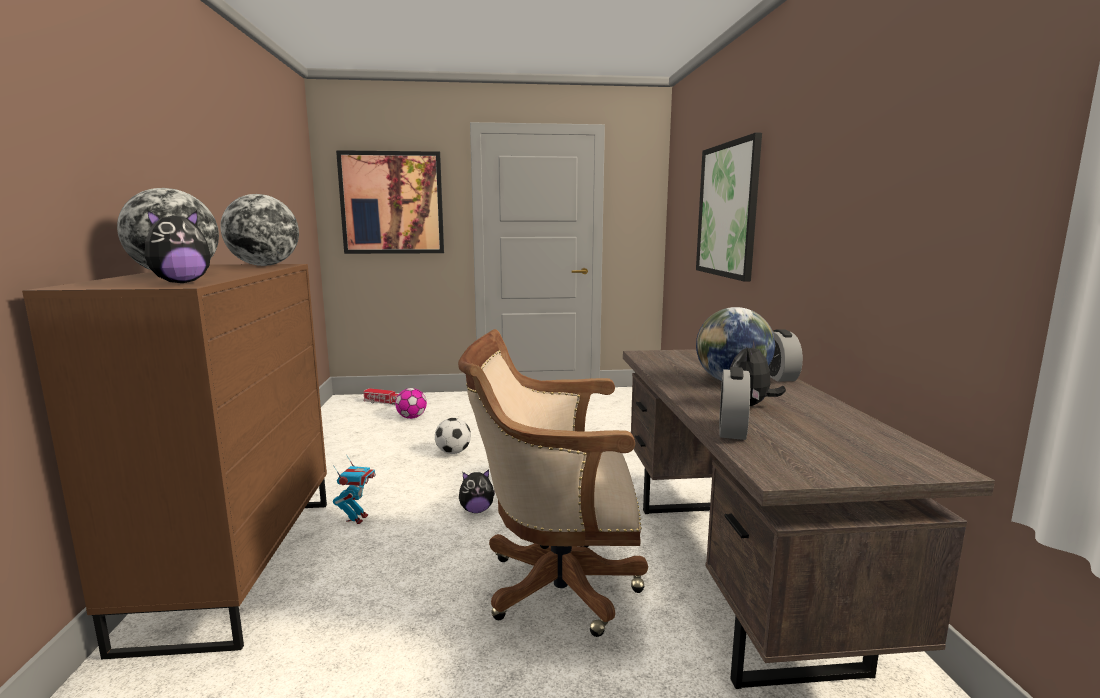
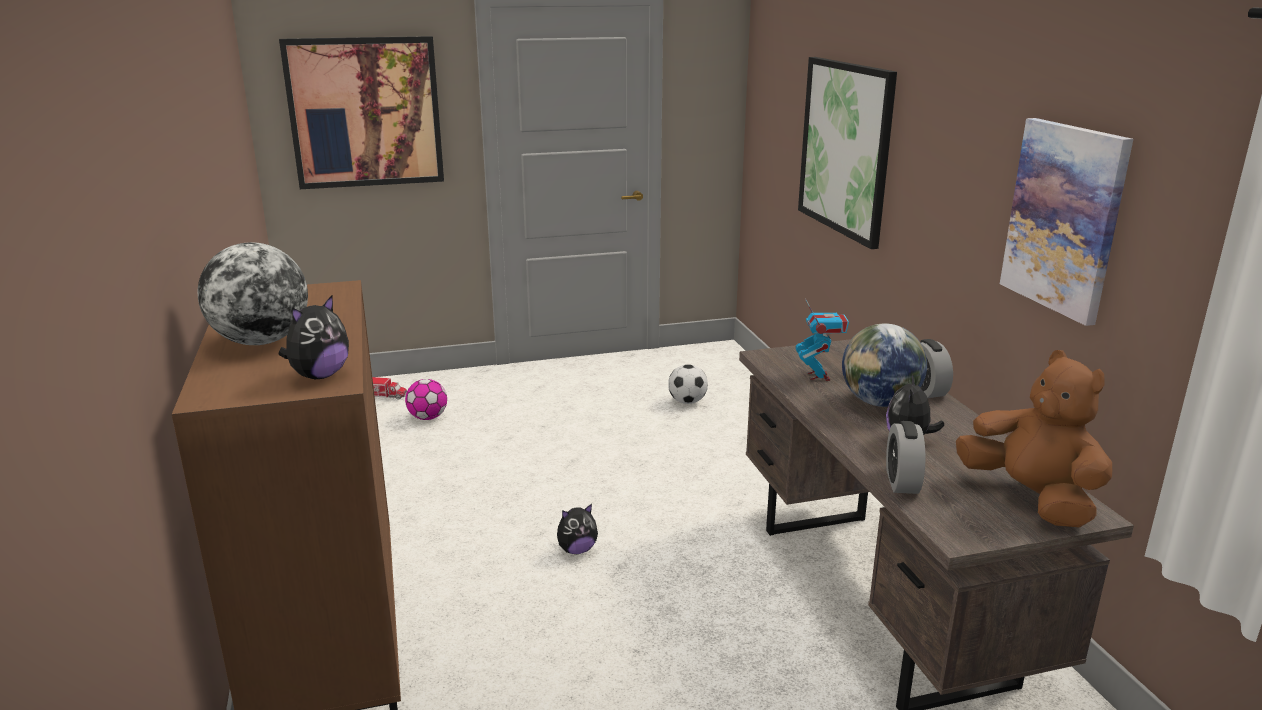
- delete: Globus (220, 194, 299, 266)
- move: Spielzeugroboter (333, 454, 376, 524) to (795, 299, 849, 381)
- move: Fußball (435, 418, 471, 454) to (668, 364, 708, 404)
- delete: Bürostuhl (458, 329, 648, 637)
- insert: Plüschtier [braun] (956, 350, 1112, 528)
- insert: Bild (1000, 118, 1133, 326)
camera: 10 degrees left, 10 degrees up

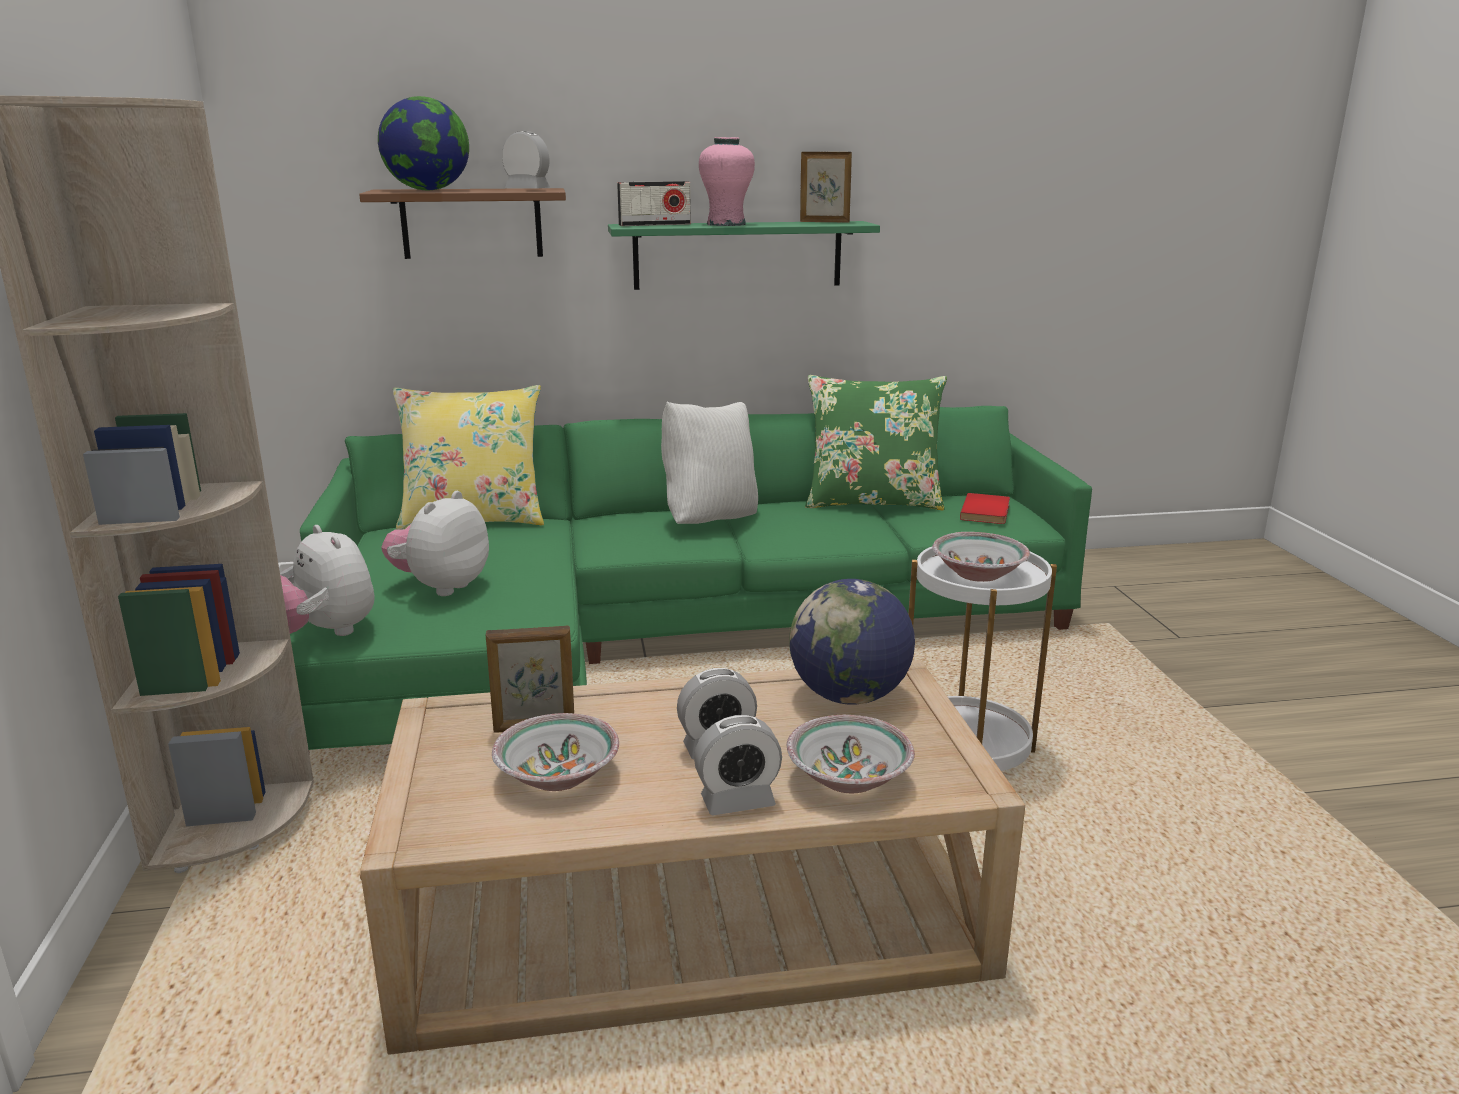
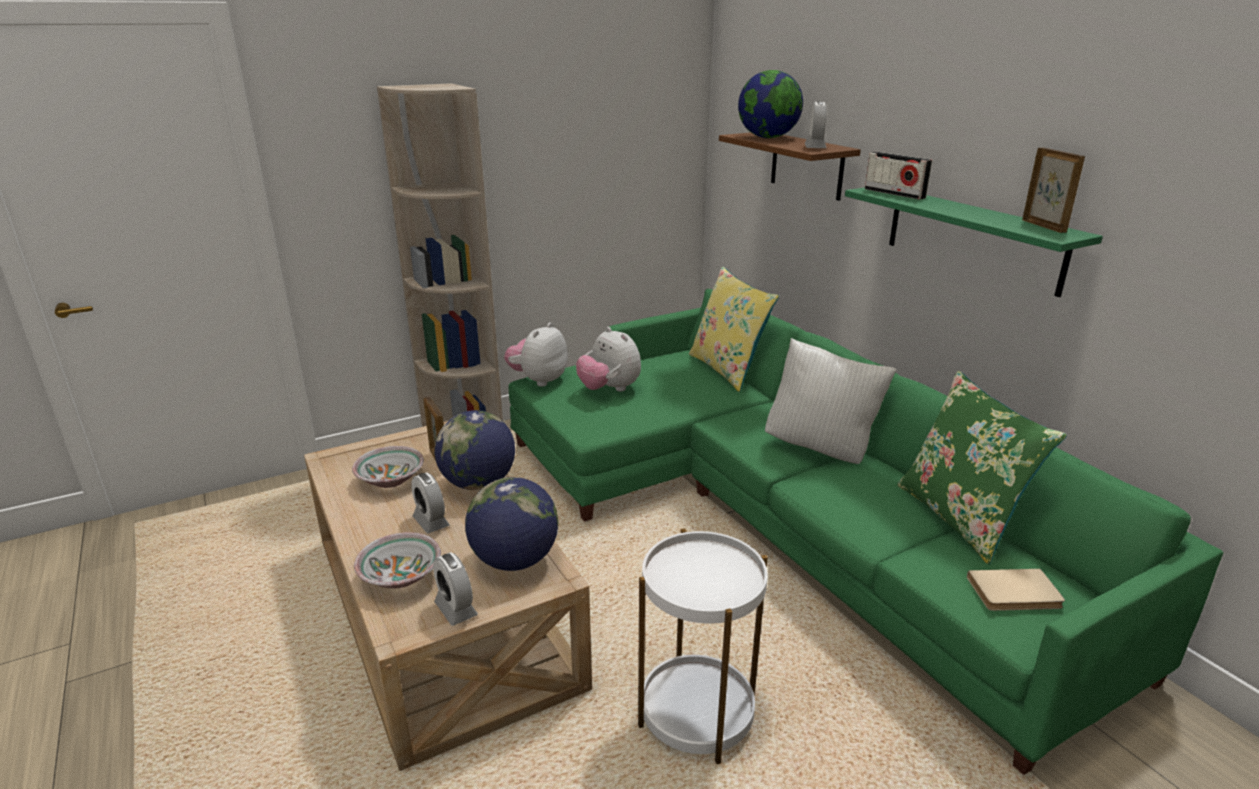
- rotate: Plüschtier (381, 491, 489, 596) = (576, 327, 641, 391) 135 degrees counterclockwise
- move: Wecker (694, 715, 782, 815) to (433, 552, 478, 626)
- delete: Vase [rosa] (699, 137, 755, 226)
- delete: Schüssel (932, 532, 1030, 582)
- recolor: Buch [rot] (960, 493, 1010, 524) to Buch [beige] (967, 569, 1065, 611)
- insert: Globus (434, 410, 515, 490)
camera: 70 degrees right, 5 degrees up

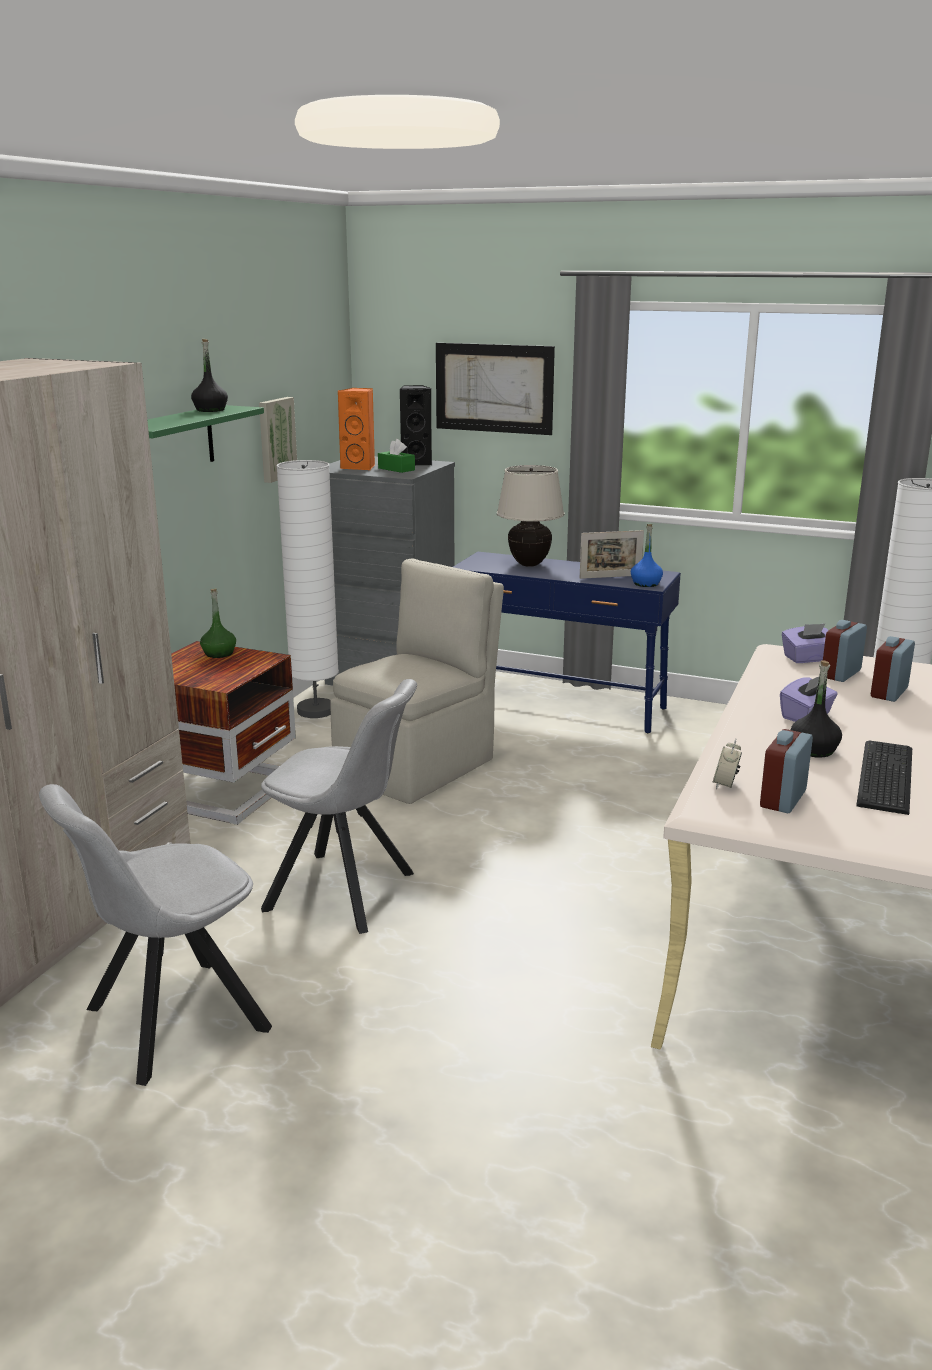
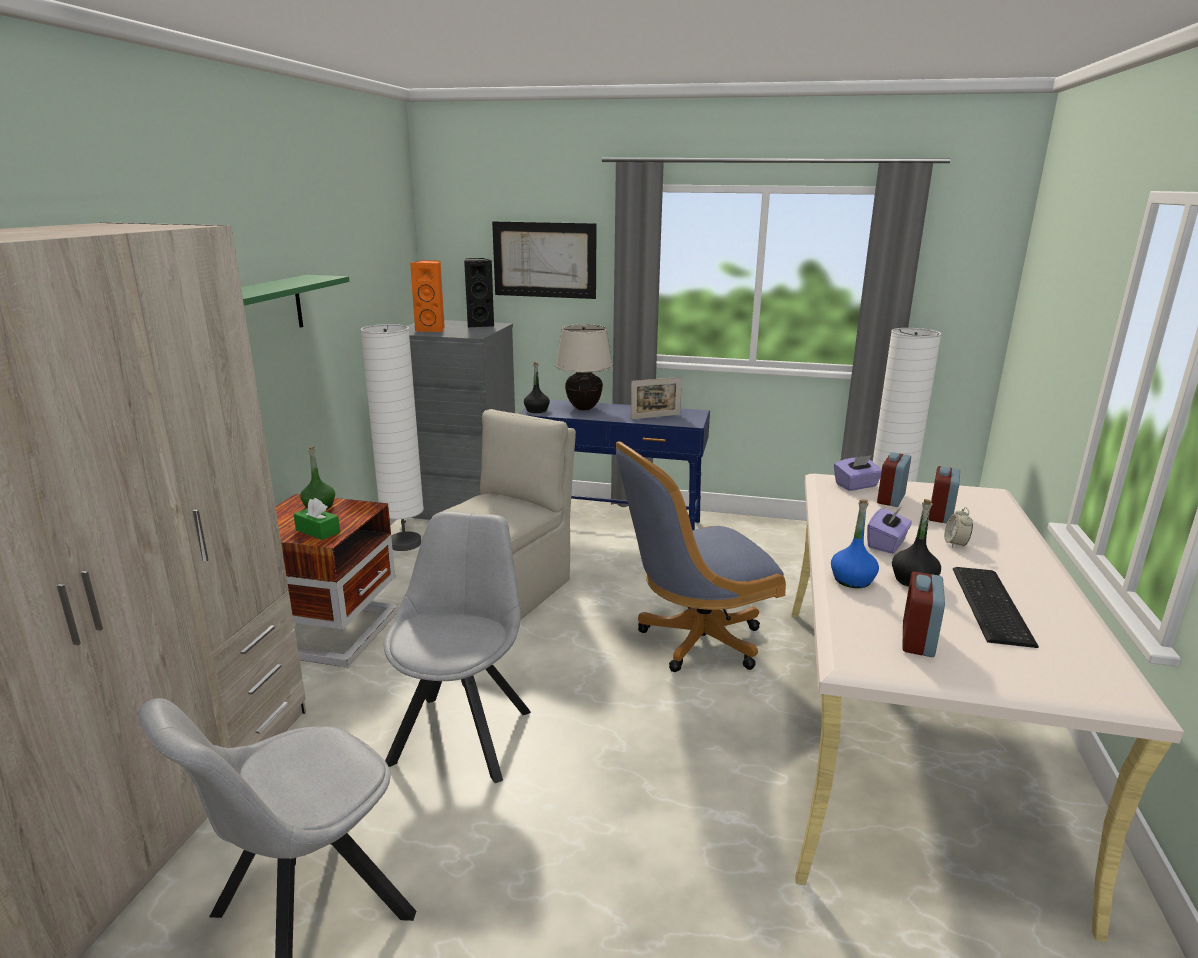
- move: Flasche [schwarz] (191, 339, 228, 412) to (524, 362, 550, 413)
- delete: Bild (259, 397, 297, 483)
- rotate: Stuhl [grau] (261, 679, 417, 934) = (384, 511, 531, 783) 90 degrees counterclockwise
- move: Taschentuchbox [grün] (378, 439, 415, 473) to (294, 498, 340, 540)
- move: Flasche [blau] (631, 524, 663, 587) to (831, 499, 879, 588)
- move: Wecker (712, 738, 742, 789) to (945, 507, 973, 548)
- insert: Bürostuhl [blau] (616, 441, 786, 672)
camera: 10 degrees left, 0 degrees up

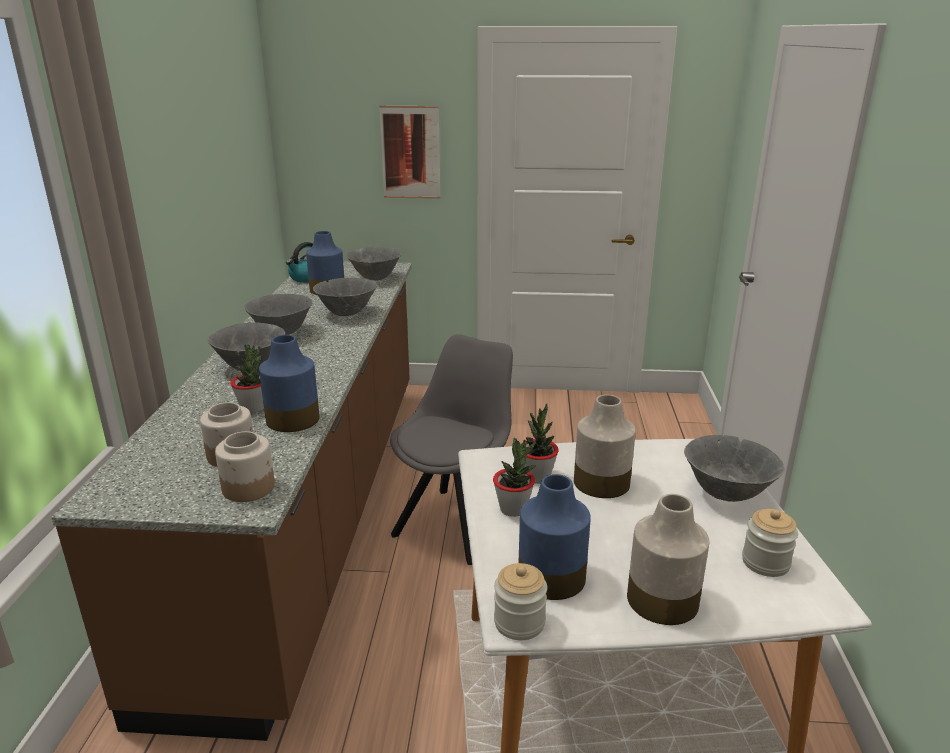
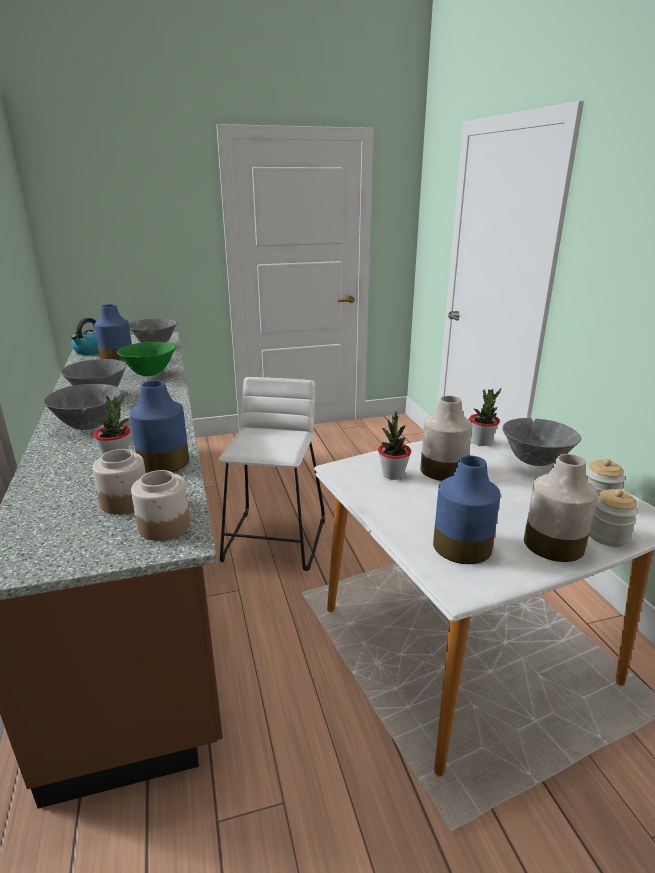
- recolor: Schüssel [grau] (313, 277, 377, 316) to Schüssel [grün] (117, 342, 176, 376)
- delete: Bild (379, 106, 441, 199)
- replace: Stuhl [grau] (390, 334, 513, 565) to Hocker [weiß] (219, 377, 325, 571)
- move: Topfpflanze (493, 438, 536, 517) to (469, 388, 501, 446)
- move: Vorratsglas (494, 563, 547, 640) to (589, 489, 639, 547)
camera: 20 degrees left, 0 degrees up

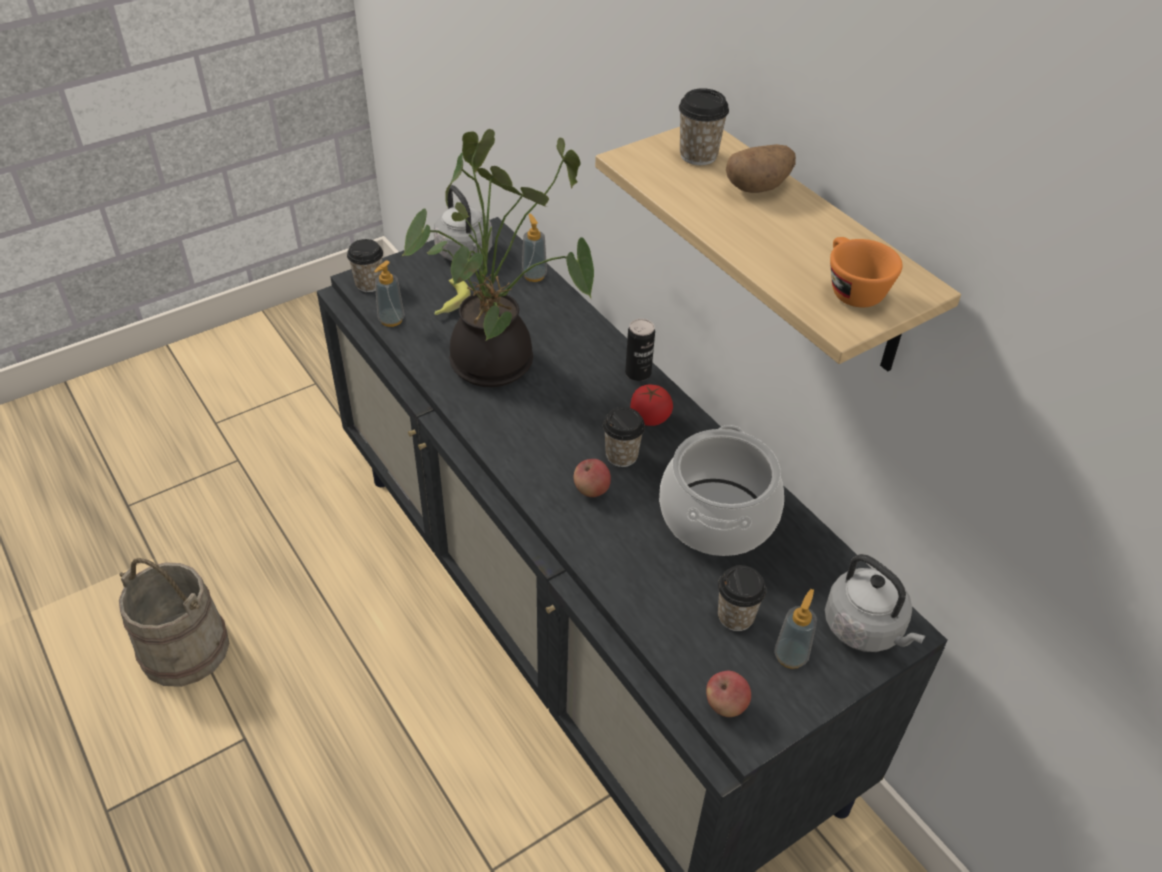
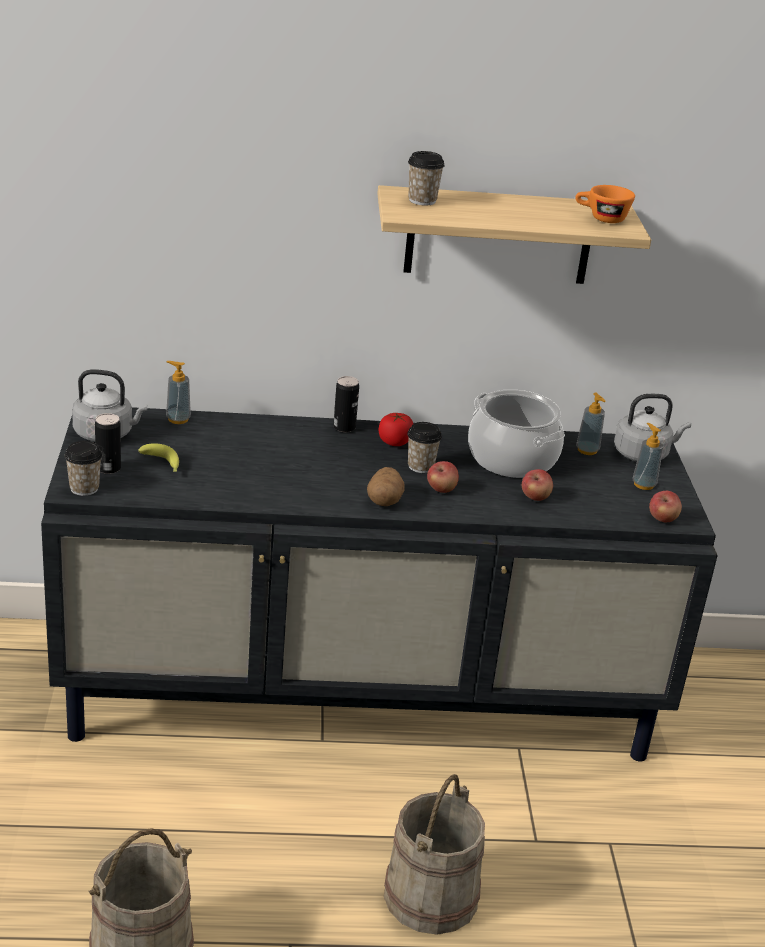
- move: Seifenspender (374, 260, 404, 327) to (576, 392, 605, 455)
- delete: Topfpflanze (402, 129, 594, 387)
- delete: Tasse (718, 565, 766, 631)
- move: Kartoffel (726, 144, 796, 193) to (367, 467, 405, 506)
- insert: Dose (95, 413, 121, 474)
- insert: Eimer [beige] (384, 774, 485, 935)
- insert: Apfel (522, 469, 553, 501)
camera: 60 degrees left, 15 degrees down

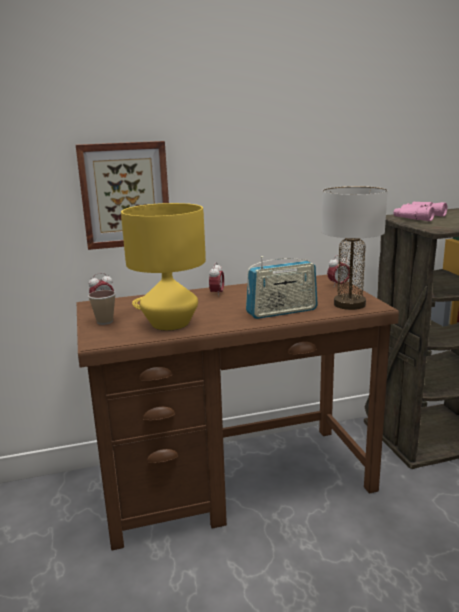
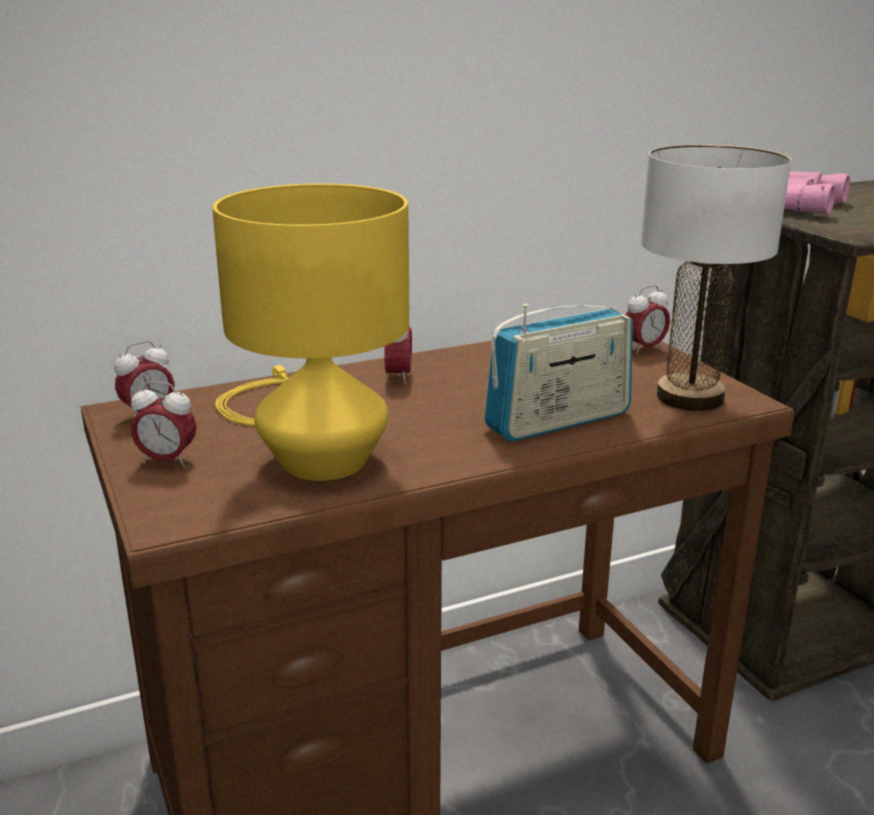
- delete: Bild (76, 141, 169, 250)
- replace: Tasse (88, 290, 116, 325) to Wecker (131, 381, 197, 467)
camera: 10 degrees left, 5 degrees up

